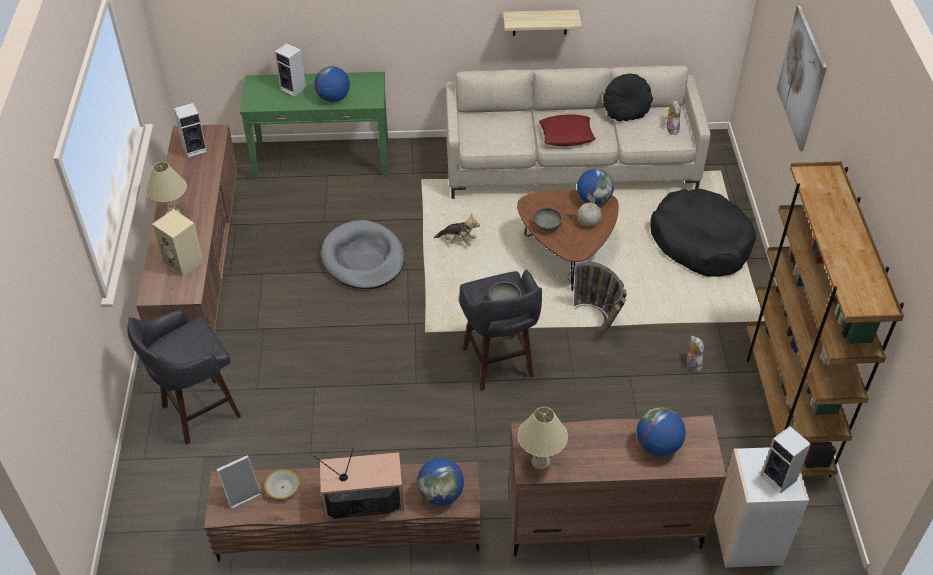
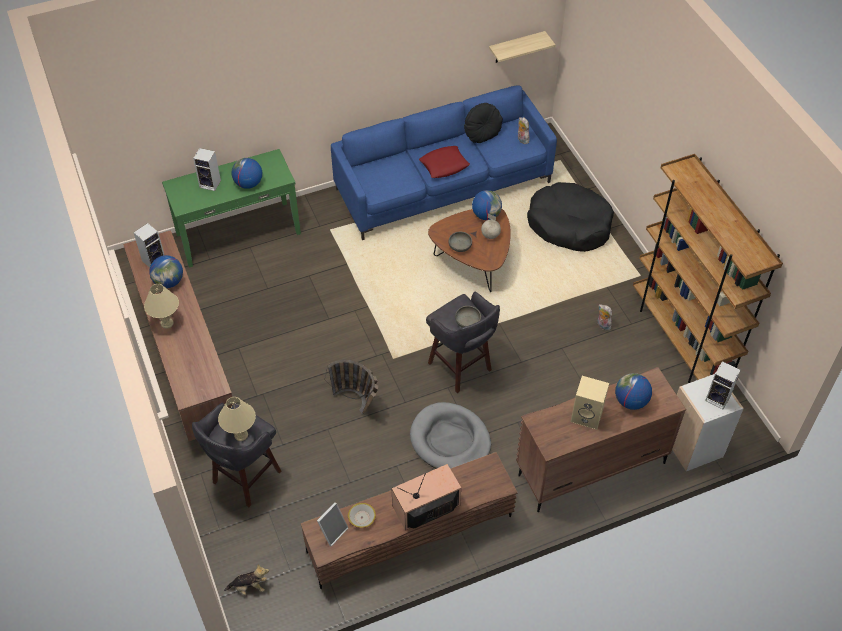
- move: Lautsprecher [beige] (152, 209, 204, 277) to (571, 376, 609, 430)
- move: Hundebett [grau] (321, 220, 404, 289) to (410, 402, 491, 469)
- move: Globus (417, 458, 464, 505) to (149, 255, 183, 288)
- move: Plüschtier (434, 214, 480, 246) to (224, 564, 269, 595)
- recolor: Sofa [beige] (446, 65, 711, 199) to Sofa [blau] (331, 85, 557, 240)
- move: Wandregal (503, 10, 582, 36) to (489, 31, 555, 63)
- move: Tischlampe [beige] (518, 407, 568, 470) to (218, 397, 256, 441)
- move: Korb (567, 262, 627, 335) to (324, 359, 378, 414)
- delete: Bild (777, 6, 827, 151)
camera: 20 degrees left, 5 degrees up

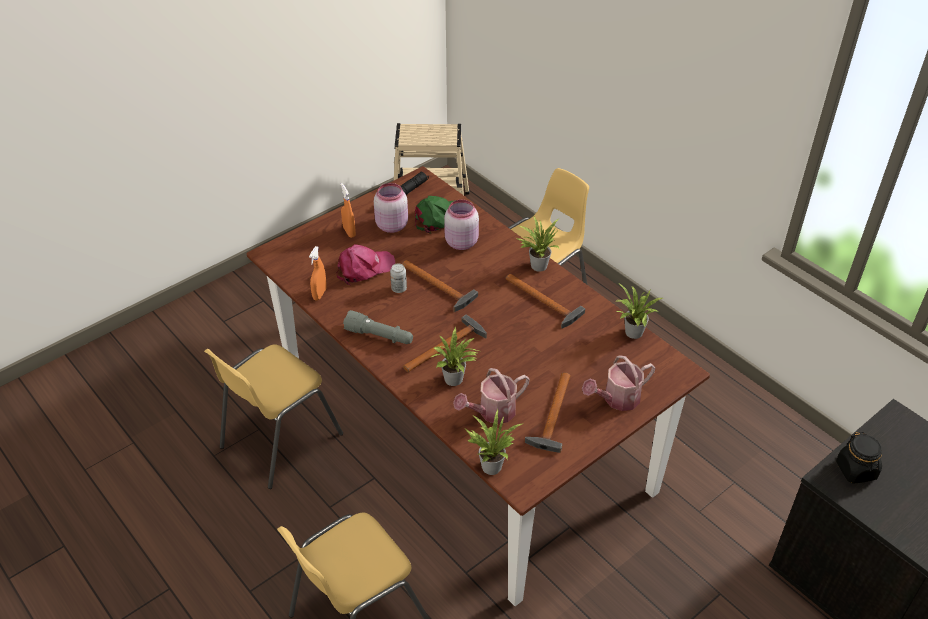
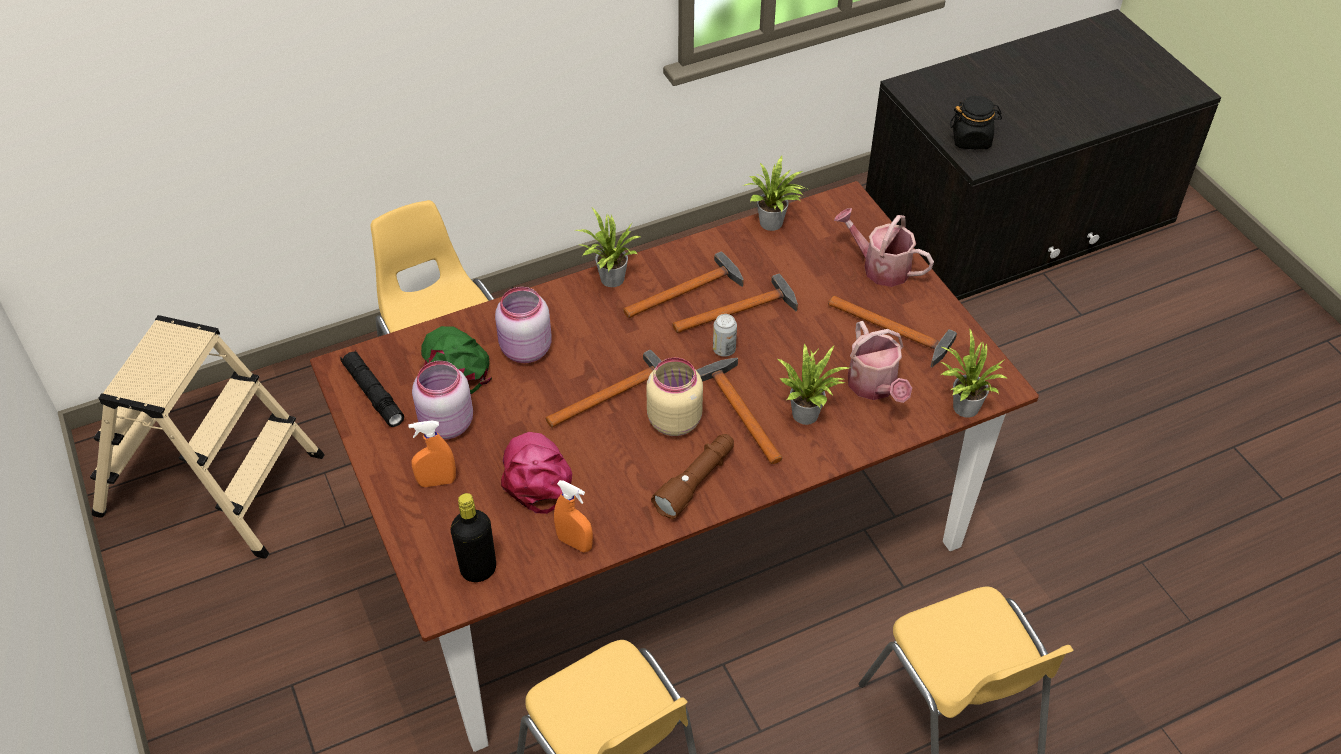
- recolor: Taschenlampe [grau] (343, 310, 413, 344) to Taschenlampe [braun] (651, 434, 734, 520)
- move: Dose (390, 263, 407, 293) to (713, 314, 737, 357)
- rotate: Gießkanne (582, 355, 655, 411) = (834, 208, 934, 287) 135 degrees clockwise
- insert: Flasche [schwarz] (451, 493, 496, 582)
- insert: Vorratsglas [beige] (646, 358, 703, 436)
- insert: Hammer (672, 274, 798, 333)
camera: 75 degrees left, 5 degrees up

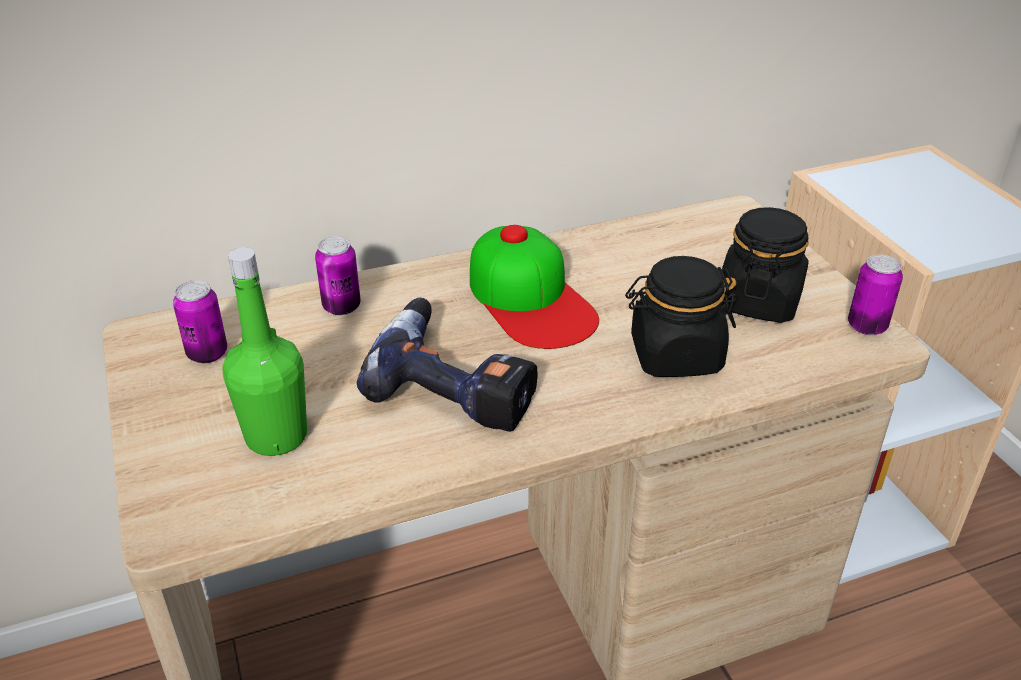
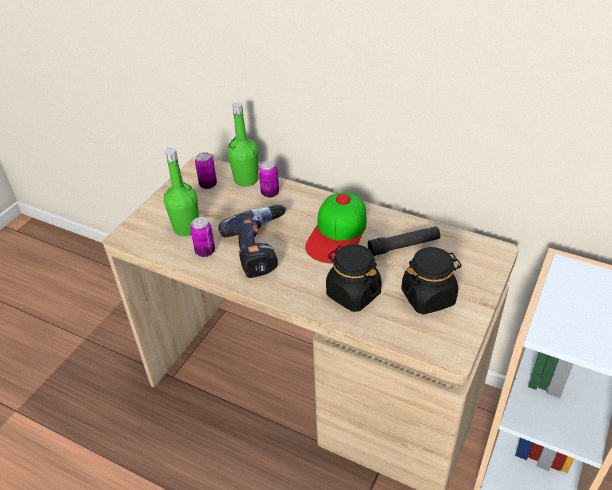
- move: Dose (848, 255, 903, 335) to (190, 217, 215, 257)
- insert: Flasche [grün] (228, 102, 259, 187)
- insert: Taschenlampe [schwarz] (368, 226, 440, 256)
camera: 50 degrees right, 5 degrees up

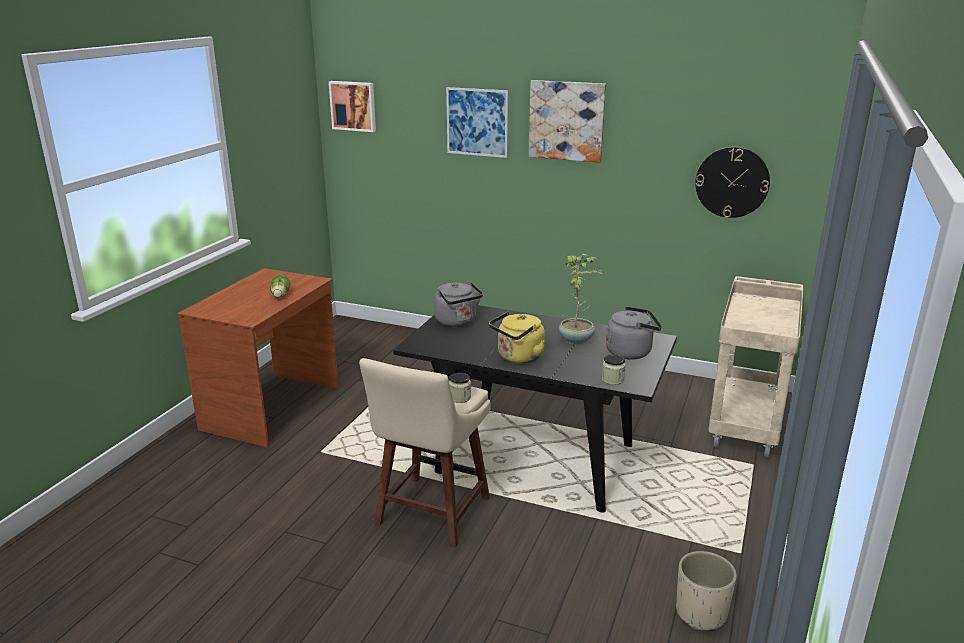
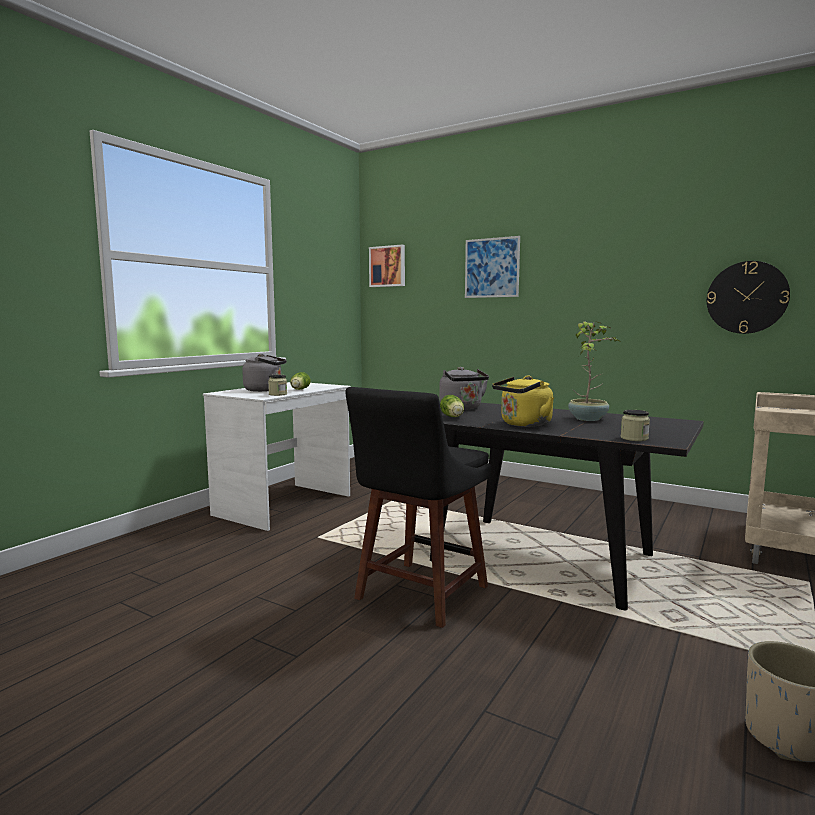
- recolor: Schreibtisch [braun] (177, 268, 339, 447) to Schreibtisch [weiß] (203, 382, 351, 531)
- recolor: Hocker [beige] (359, 358, 491, 547) to Hocker [schwarz] (345, 387, 491, 628)
- move: Vorratsglas (449, 373, 471, 403) to (268, 375, 287, 396)
- delete: Bild (529, 80, 606, 163)
- move: Wasserkessel [grau] (606, 306, 662, 360) to (242, 354, 287, 392)
- insert: Salatkopf (440, 395, 464, 417)
camera: 10 degrees right, 15 degrees down

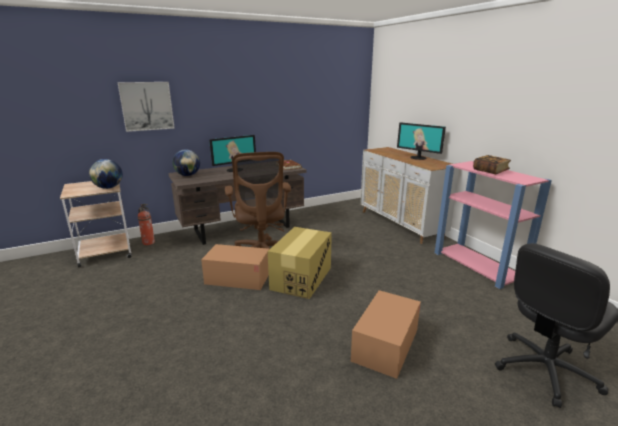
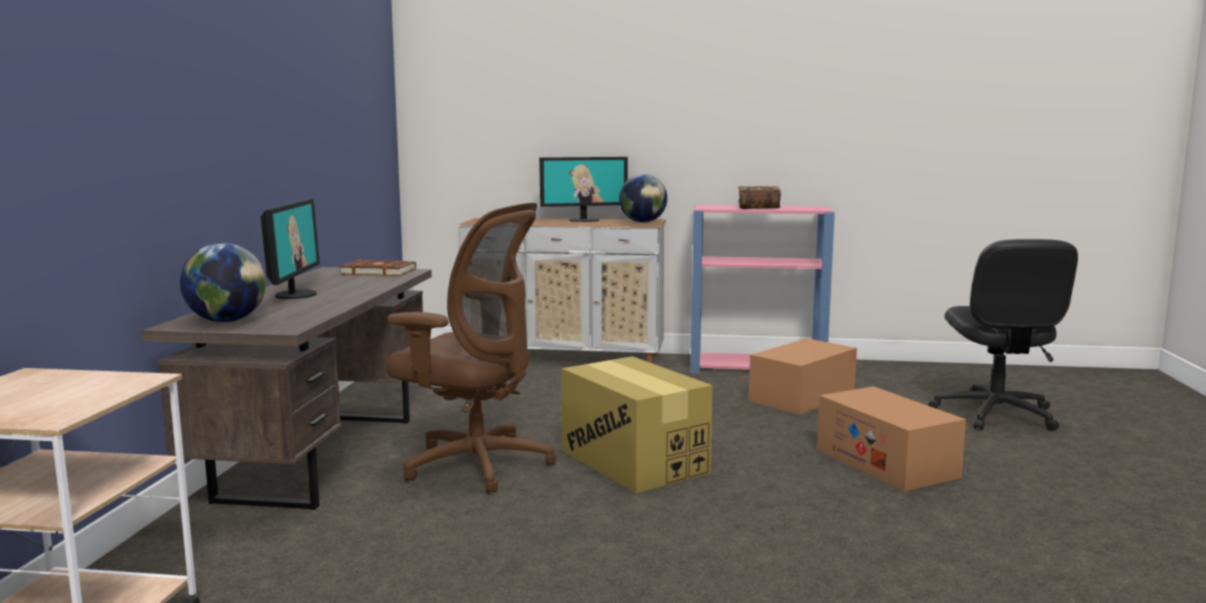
- move: Globus (89, 159, 123, 189) to (619, 174, 667, 223)
- delete: Bild (117, 82, 175, 132)
- delete: Feuerlöscher (138, 204, 155, 245)
- move: Karton (201, 244, 269, 290) to (749, 338, 857, 415)
camera: 55 degrees left, 10 degrees down

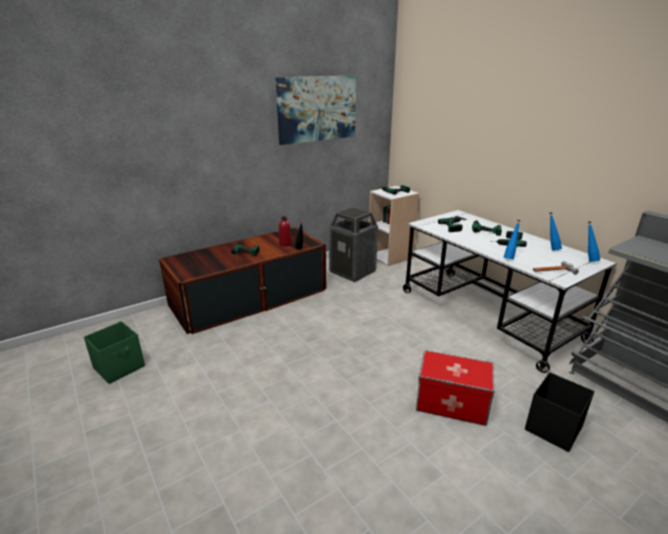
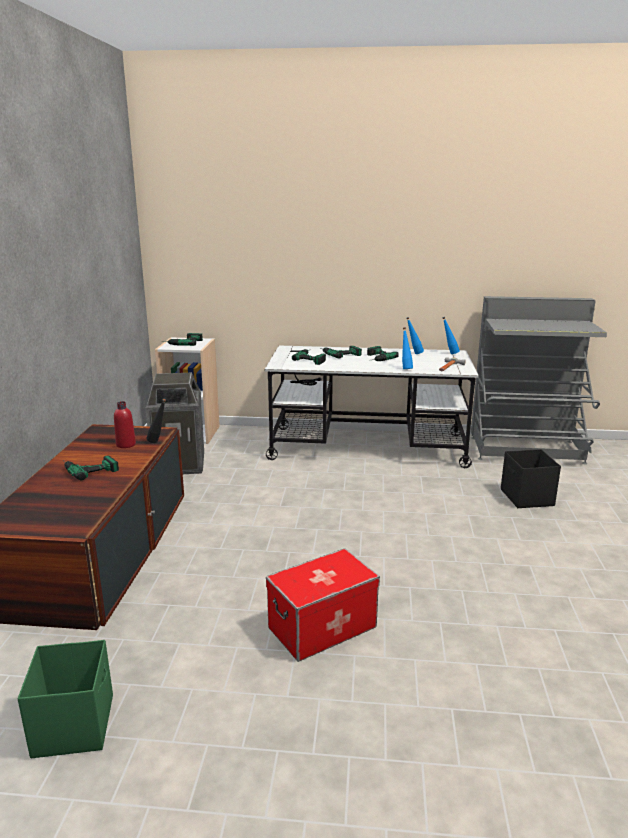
- delete: Bild (276, 75, 356, 145)
- move: Aufbewahrungsbox (416, 350, 495, 426) to (266, 548, 380, 662)
camera: 50 degrees left, 5 degrees down

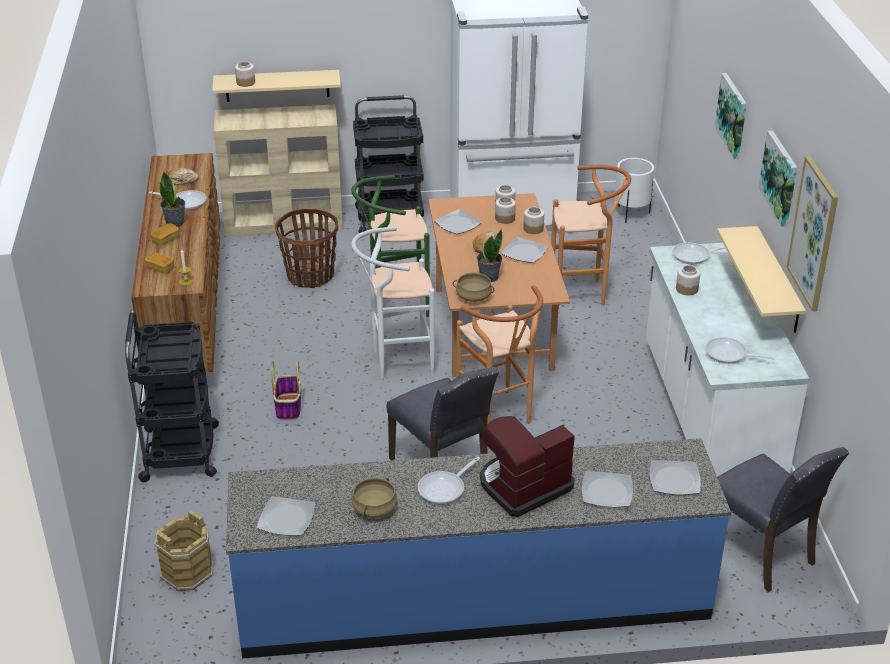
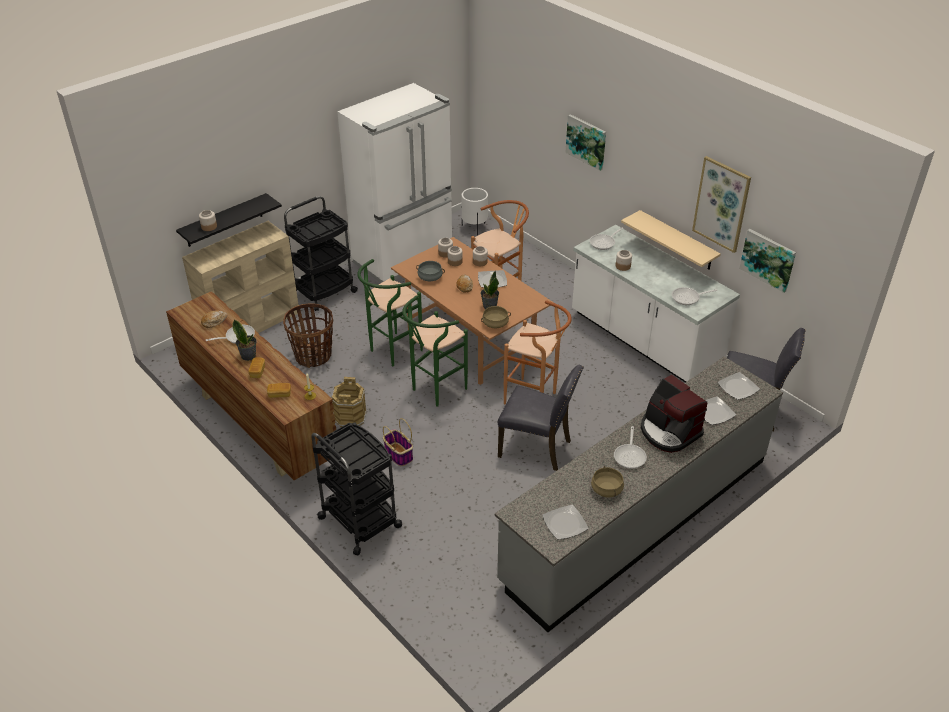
- move: Eimer [braun] (154, 510, 213, 592) to (331, 377, 367, 427)
- recolor: Wandregal [beige] (212, 70, 341, 102) to Wandregal [schwarz] (176, 193, 282, 247)
- recolor: Küchenzeile [blau] (226, 438, 731, 659) to Küchenzeile [grau] (495, 356, 783, 632)
- recolor: Hocker [weiß] (351, 226, 435, 379) to Hocker [grün] (402, 296, 468, 407)
- replace: Teller (434, 209, 482, 234) to Kochtopf [grau] (416, 261, 445, 281)
- rotate: Kaffeemaschine (480, 416, 575, 517) = (641, 374, 707, 453) 60 degrees counterclockwise
- move: Bild (758, 130, 797, 227) to (739, 229, 796, 293)
camera: 35 degrees left, 5 degrees up

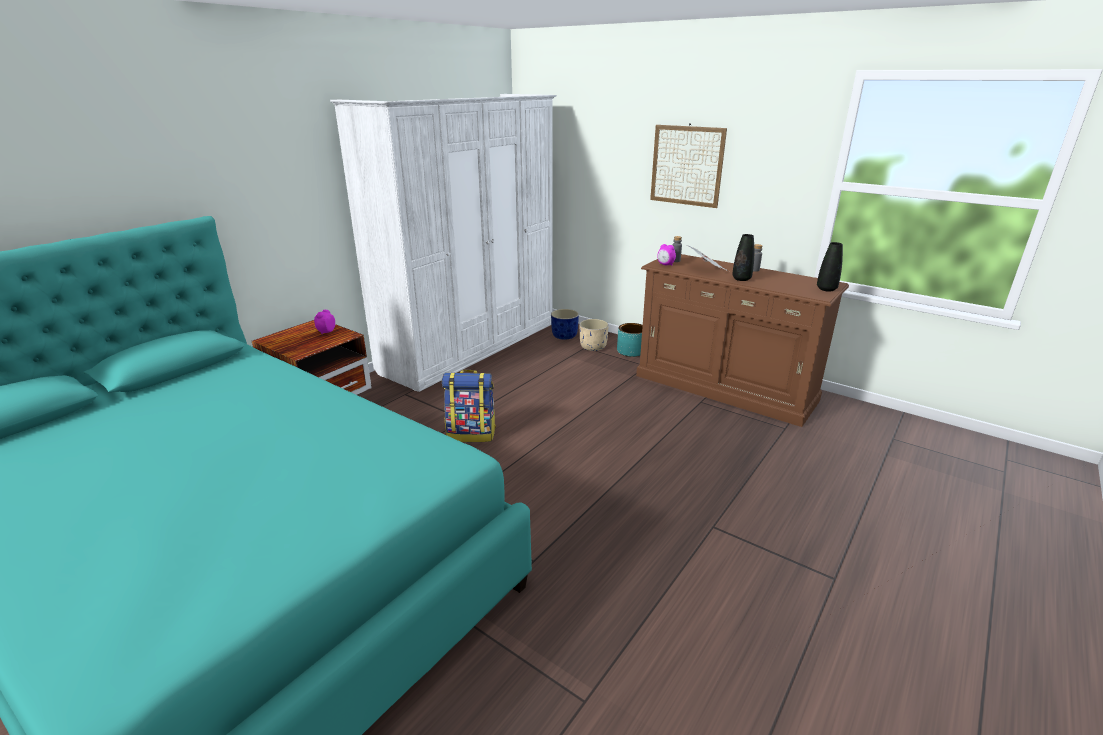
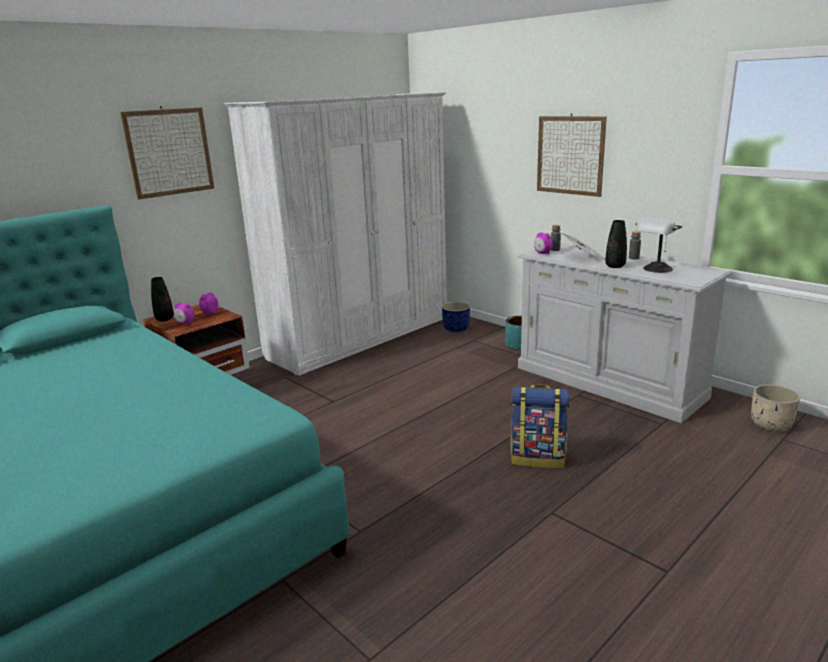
- move: Rucksack (442, 370, 496, 442) to (511, 384, 569, 468)
- move: Pflanzkübel [beige] (580, 319, 609, 351) to (751, 385, 800, 431)
- recolor: Kommode [braun] (636, 254, 849, 427) to Kommode [weiß] (517, 243, 732, 423)
- move: Vase [schwarz] (817, 242, 843, 292) to (151, 277, 174, 321)
- insert: Bild (120, 106, 214, 200)
- insert: Wecker (174, 303, 194, 324)
- insert: Tischlampe (635, 217, 682, 273)
camera: 10 degrees right, 5 degrees down

